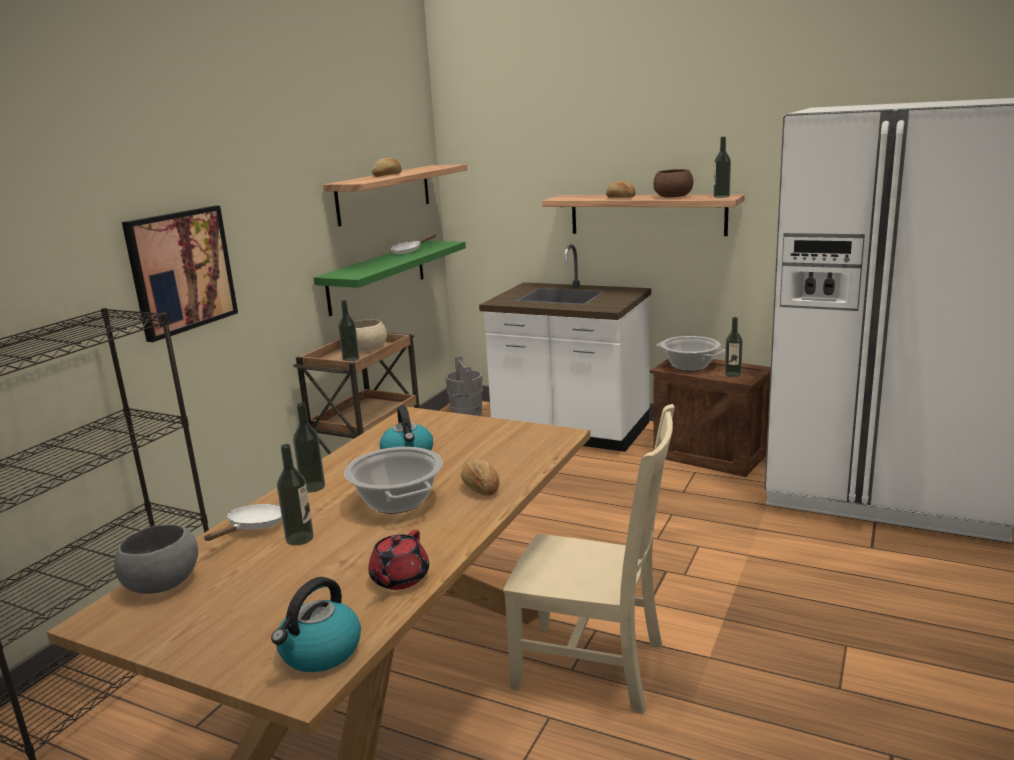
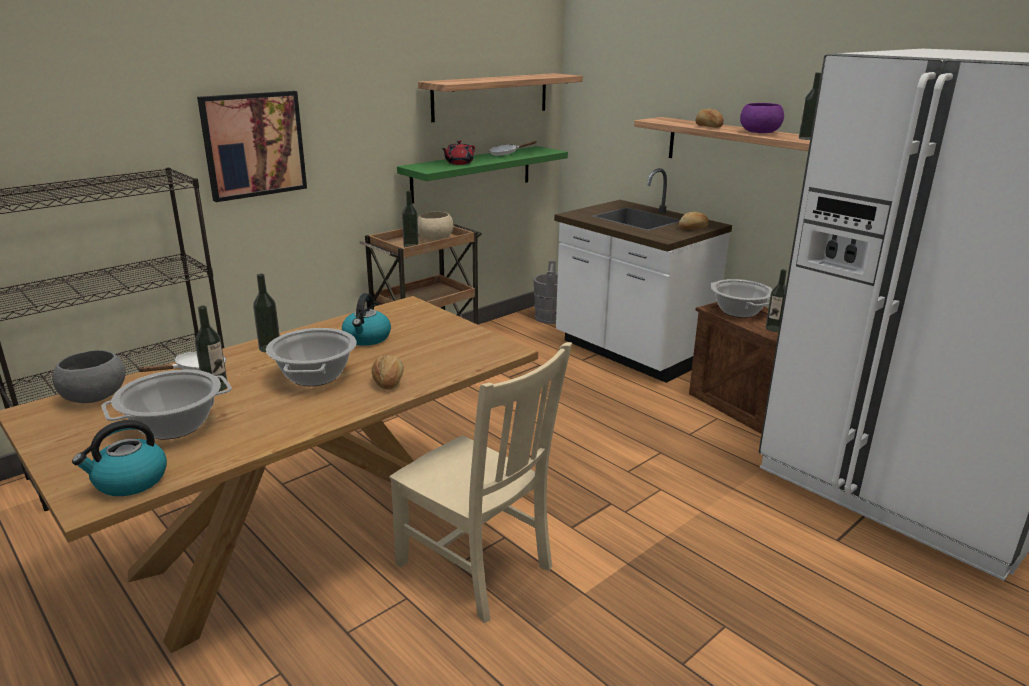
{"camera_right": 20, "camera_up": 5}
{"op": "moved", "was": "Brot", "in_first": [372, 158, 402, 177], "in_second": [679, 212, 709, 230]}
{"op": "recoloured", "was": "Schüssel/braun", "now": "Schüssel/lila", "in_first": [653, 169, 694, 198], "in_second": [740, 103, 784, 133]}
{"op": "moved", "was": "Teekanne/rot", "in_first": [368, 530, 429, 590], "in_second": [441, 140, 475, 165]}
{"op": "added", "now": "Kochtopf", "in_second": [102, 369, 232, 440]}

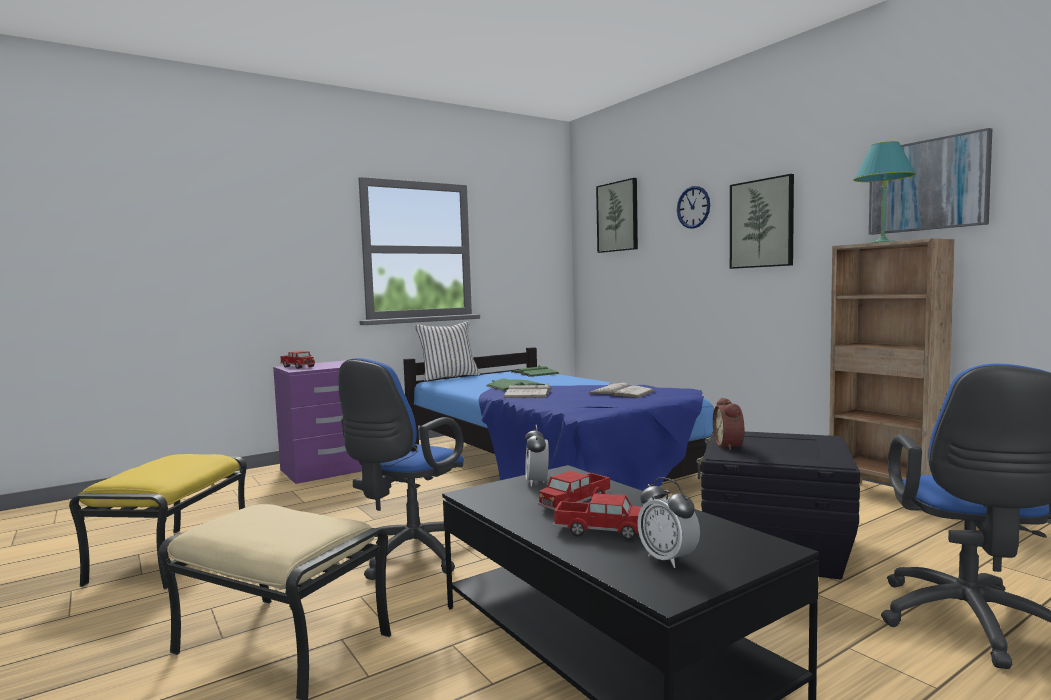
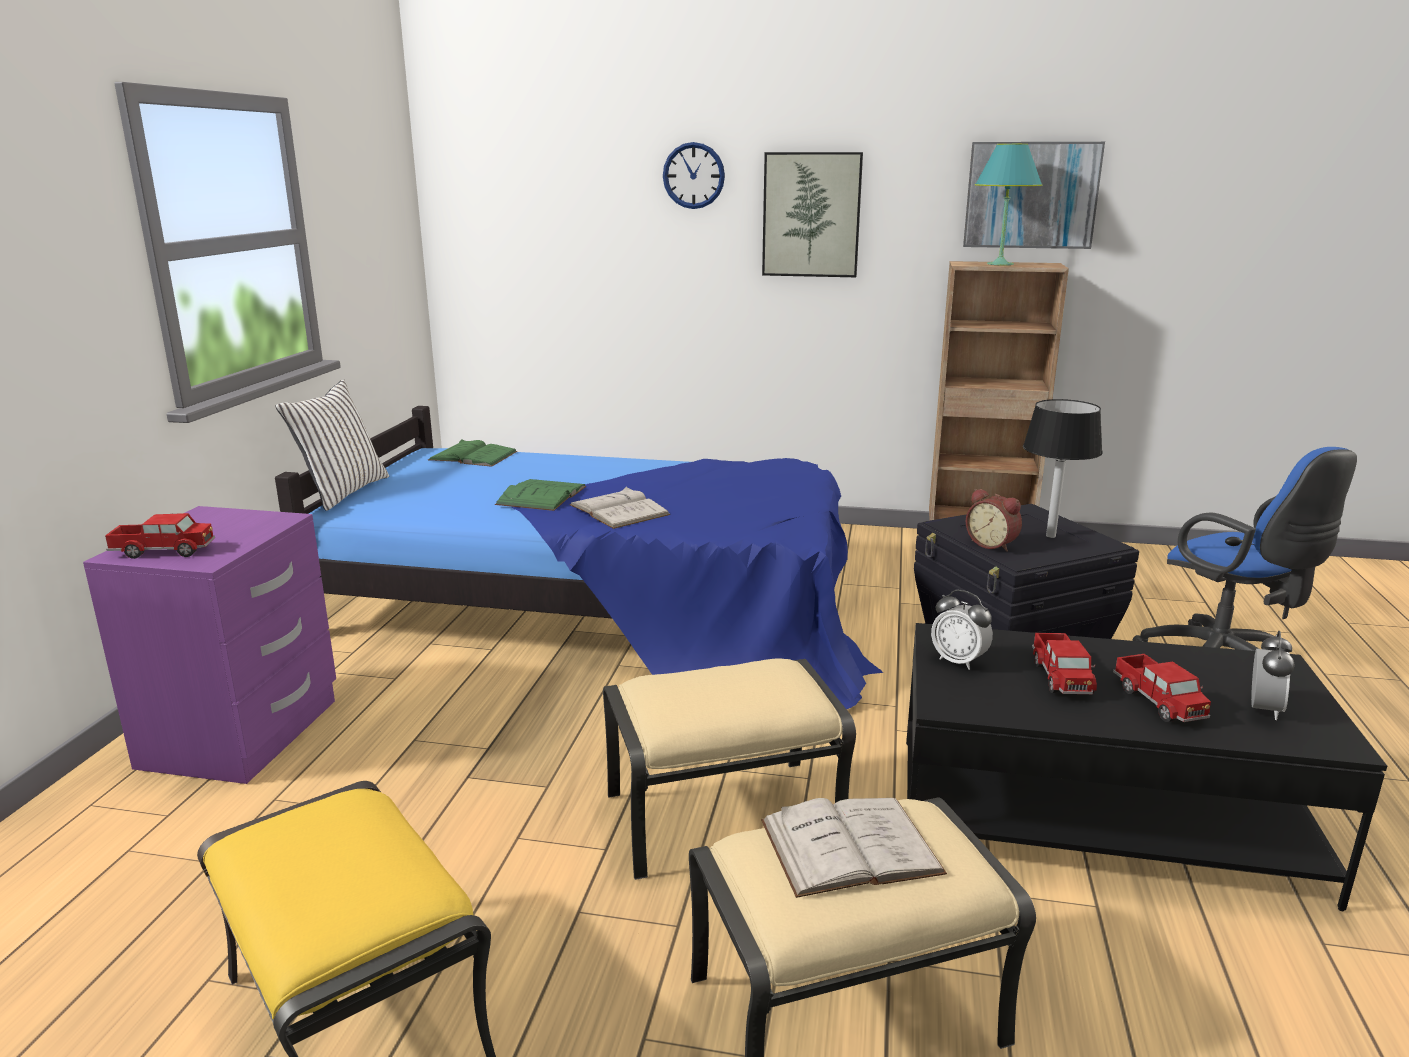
{"camera_right": -45, "camera_up": 15}
{"op": "removed", "was": "Bild", "in_first": [596, 178, 638, 253]}
{"op": "replaced", "was": "Bürostuhl/blau", "now": "Polsterhocker/beige", "in_first": [338, 358, 464, 580], "in_second": [603, 658, 856, 880]}
{"op": "moved", "was": "Buch/weiß", "in_first": [588, 382, 654, 398], "in_second": [761, 798, 947, 898]}
{"op": "turned", "was": "Wecker", "in_first": [637, 477, 700, 568], "in_second": [1251, 631, 1295, 720], "clockwise": -75}
{"op": "turned", "was": "Spielzeuglaster", "in_first": [553, 494, 641, 541], "in_second": [1113, 654, 1211, 722], "clockwise": 105}
{"op": "added", "now": "Tischlampe/schwarz", "in_second": [1023, 399, 1103, 538]}

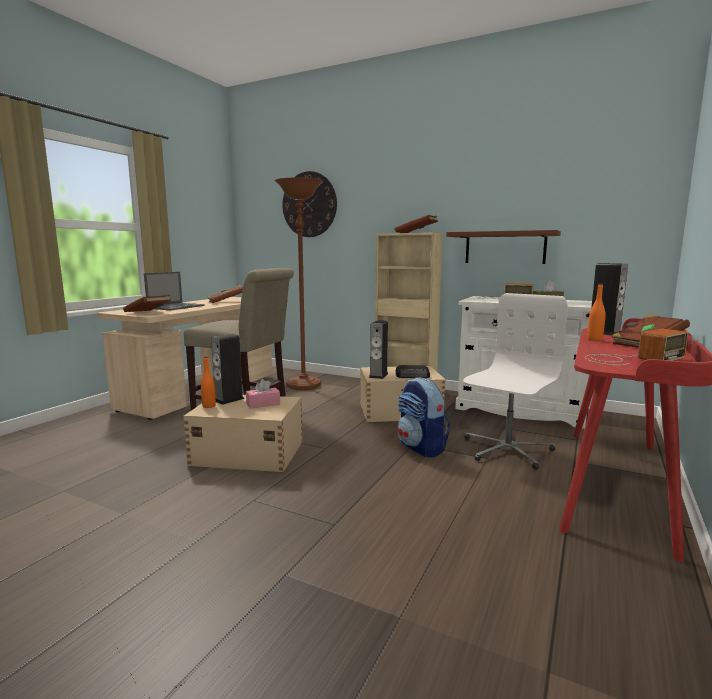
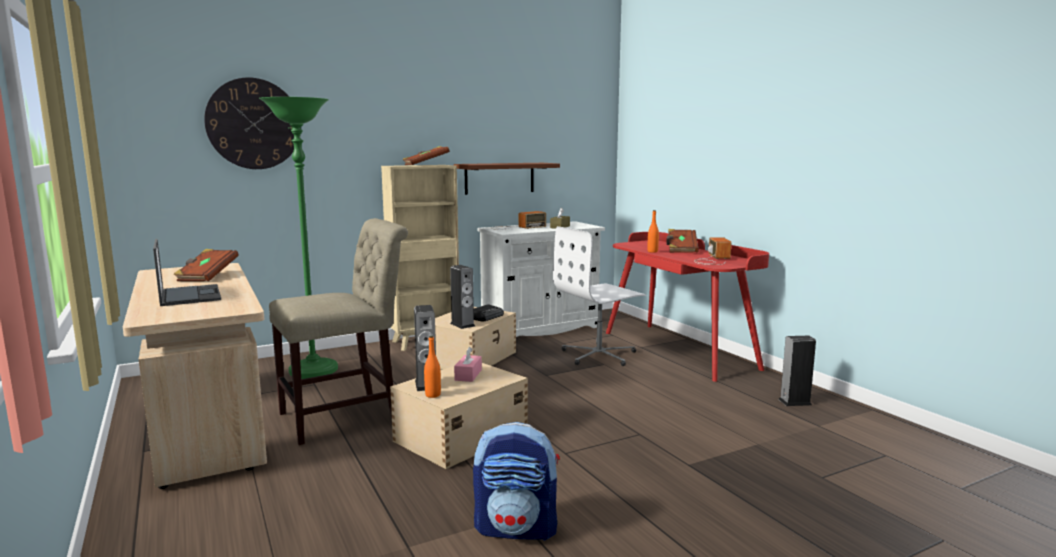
{"camera_right": -55, "camera_up": 0}
{"op": "recoloured", "was": "Stehlampe/braun", "now": "Stehlampe/grün", "in_first": [274, 177, 323, 390], "in_second": [259, 97, 338, 379]}
{"op": "moved", "was": "Lautsprecher", "in_first": [587, 263, 628, 336], "in_second": [778, 336, 816, 406]}
{"op": "turned", "was": "Bürostuhl/weiß", "in_first": [463, 293, 568, 470], "in_second": [553, 226, 646, 366], "clockwise": -105}
{"op": "removed", "was": "Buch/braun", "in_first": [123, 294, 171, 312]}
{"op": "moved", "was": "Rucksack", "in_first": [397, 377, 450, 458], "in_second": [473, 422, 560, 541]}

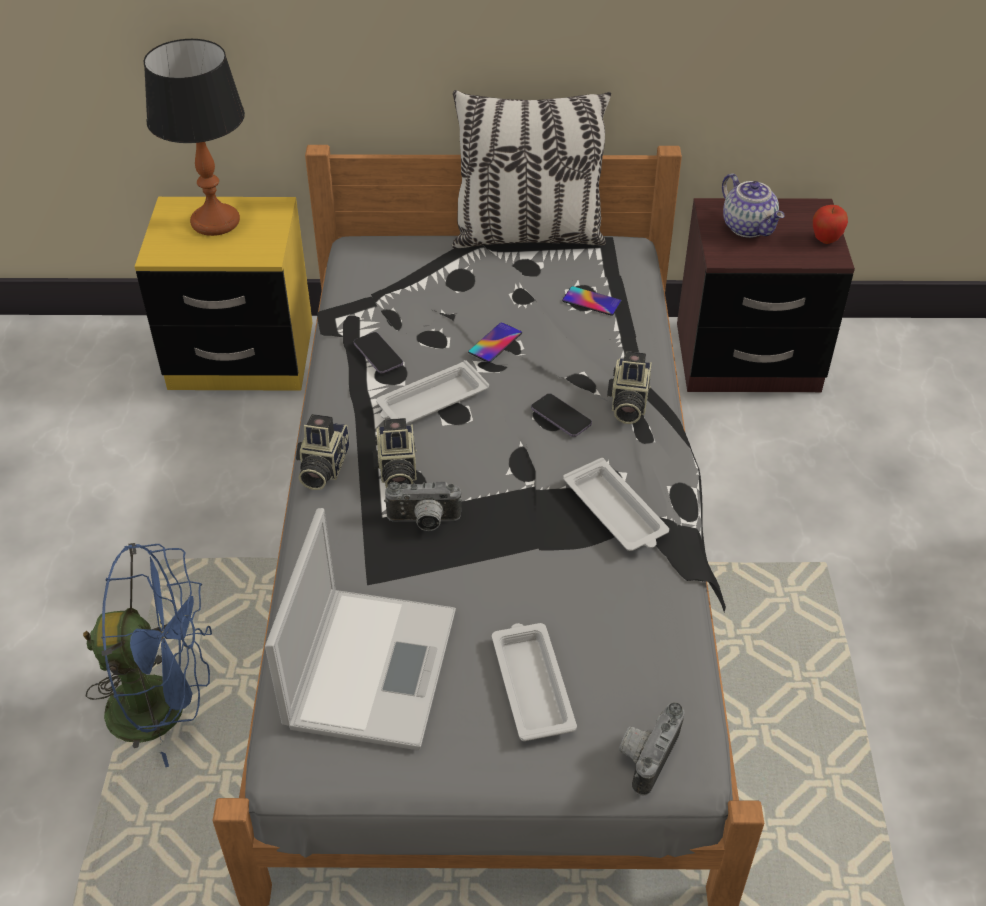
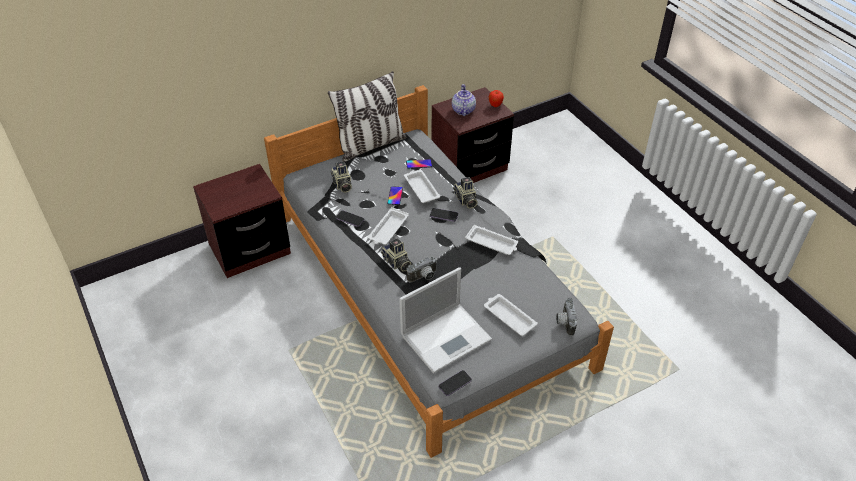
{"camera_right": -30, "camera_up": 0}
{"op": "removed", "was": "Tischlampe", "in_first": [144, 39, 245, 236]}
{"op": "turned", "was": "Teekanne", "in_first": [722, 173, 785, 238], "in_second": [452, 84, 476, 116], "clockwise": -120}
{"op": "recoloured", "was": "Nachttisch/gelb", "now": "Nachttisch/braun", "in_first": [135, 197, 313, 391], "in_second": [193, 164, 291, 278]}
{"op": "moved", "was": "Kamera", "in_first": [296, 414, 349, 490], "in_second": [331, 161, 352, 193]}
{"op": "turned", "was": "Laptop", "in_first": [265, 508, 456, 750], "in_second": [399, 267, 492, 373], "clockwise": 75}
{"op": "removed", "was": "Ventilator/blau", "in_first": [83, 543, 212, 767]}
{"op": "added", "now": "Tablett/weiß", "in_second": [404, 170, 440, 203]}
{"op": "added", "now": "Handy", "in_second": [438, 370, 472, 396]}

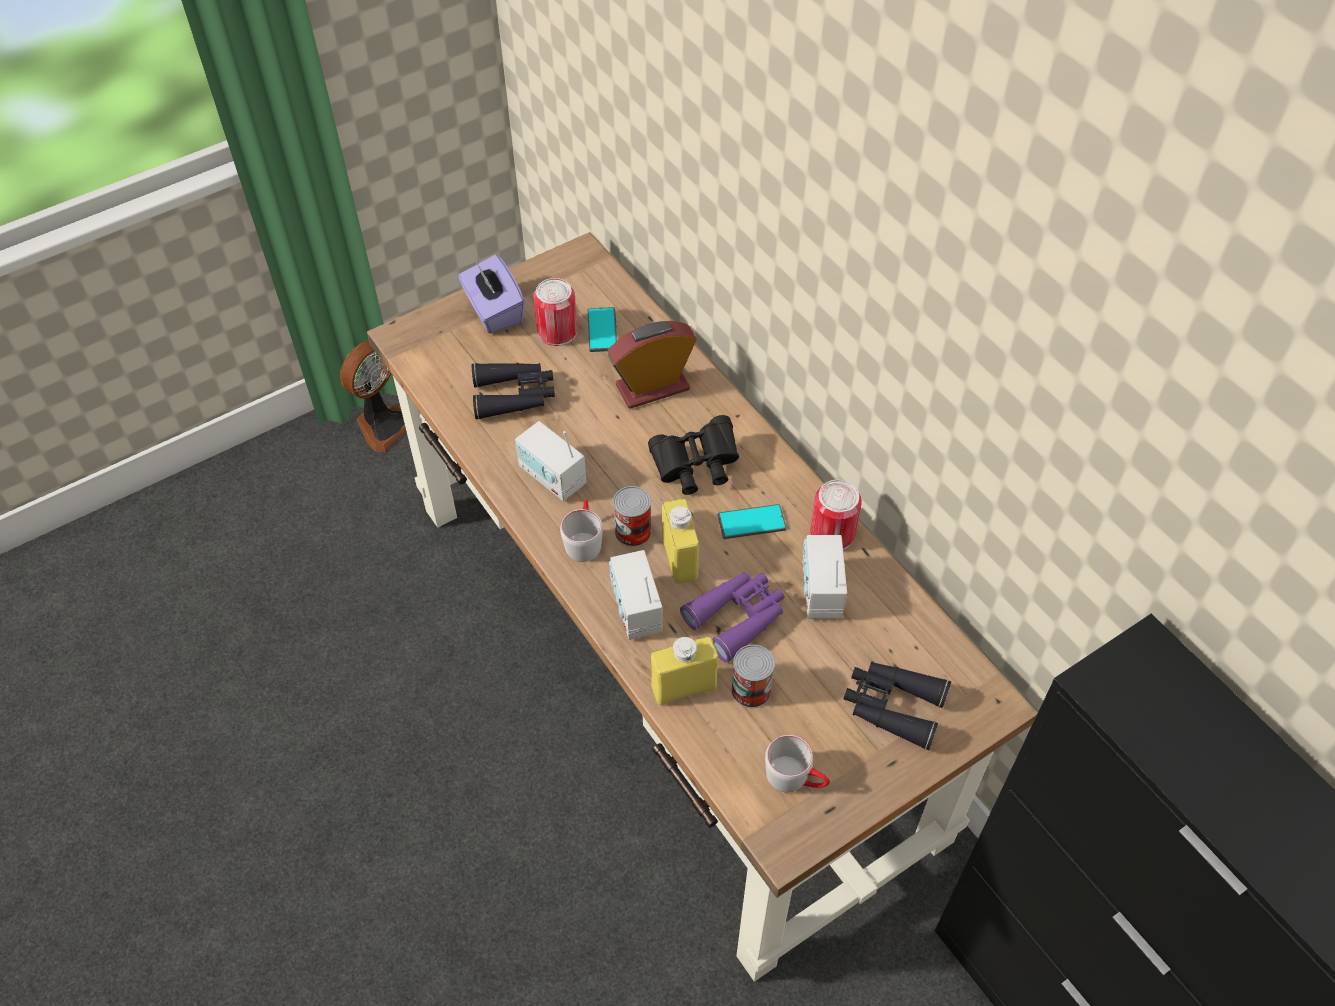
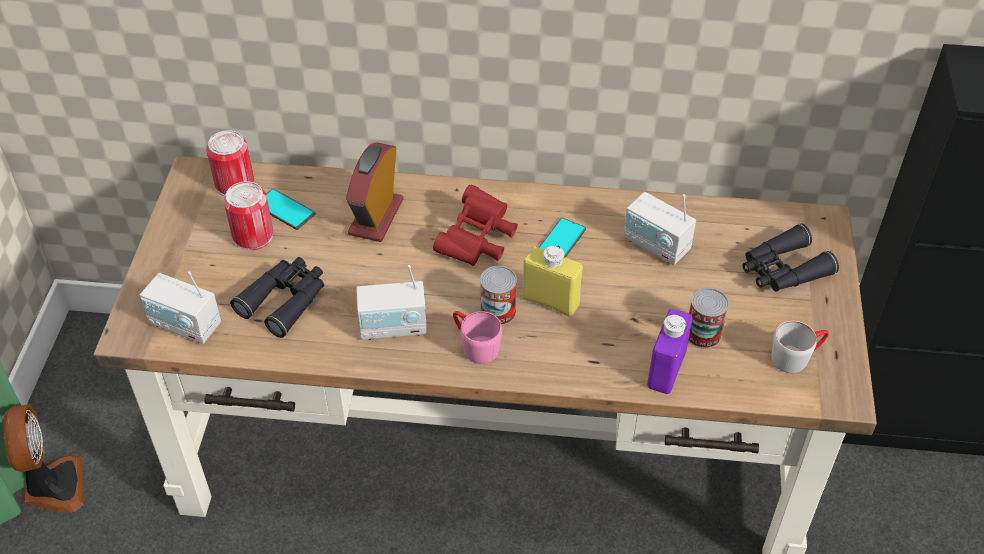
{"camera_right": -50, "camera_up": -5}
{"op": "removed", "was": "Taschentuchbox/lila", "in_first": [458, 255, 525, 334]}
{"op": "recoloured", "was": "Fernglas/schwarz", "now": "Fernglas/rot", "in_first": [648, 415, 739, 495], "in_second": [433, 185, 518, 266]}
{"op": "moved", "was": "Dose", "in_first": [810, 480, 862, 550], "in_second": [206, 130, 254, 196]}
{"op": "recoloured", "was": "Henkelbecher/grau", "now": "Henkelbecher/rosa", "in_first": [560, 500, 603, 562], "in_second": [453, 311, 502, 364]}
{"op": "moved", "was": "Radio", "in_first": [609, 550, 663, 640], "in_second": [140, 272, 221, 344]}
{"op": "removed", "was": "Fernglas/lila", "in_first": [680, 572, 785, 663]}
{"op": "recoloured", "was": "Flasche/gelb", "now": "Flasche/lila", "in_first": [651, 636, 719, 705], "in_second": [647, 309, 693, 394]}

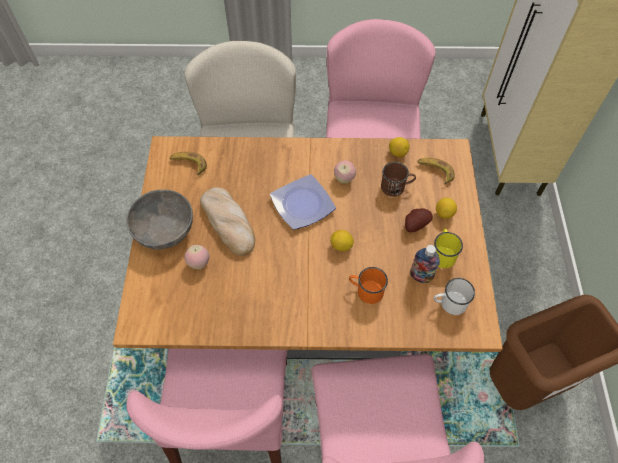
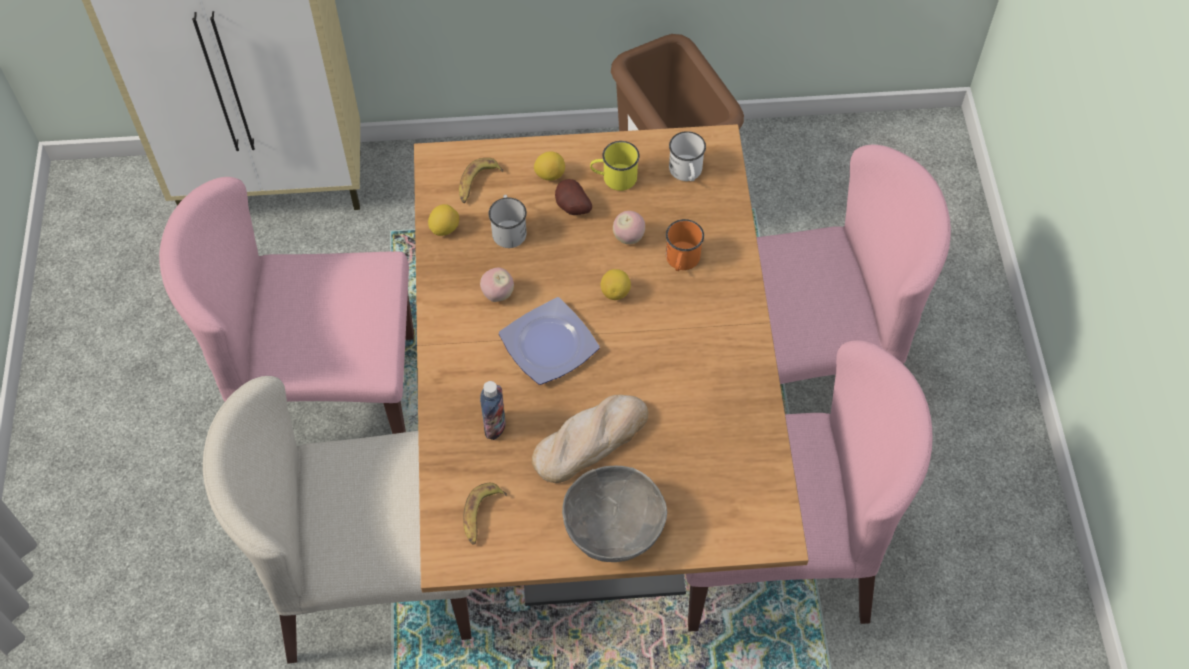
{"camera_right": -95, "camera_up": 0}
{"op": "recoloured", "was": "Henkelbecher/braun", "now": "Henkelbecher/weiß", "in_first": [381, 162, 416, 197], "in_second": [488, 195, 527, 248]}
{"op": "moved", "was": "Apfel", "in_first": [184, 245, 209, 269], "in_second": [613, 211, 645, 244]}
{"op": "moved", "was": "Flasche", "in_first": [410, 245, 440, 283], "in_second": [480, 381, 506, 440]}

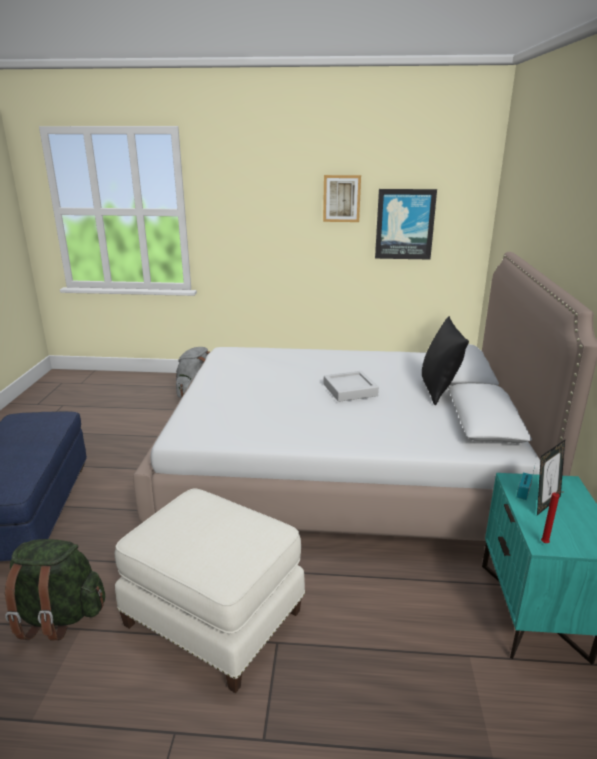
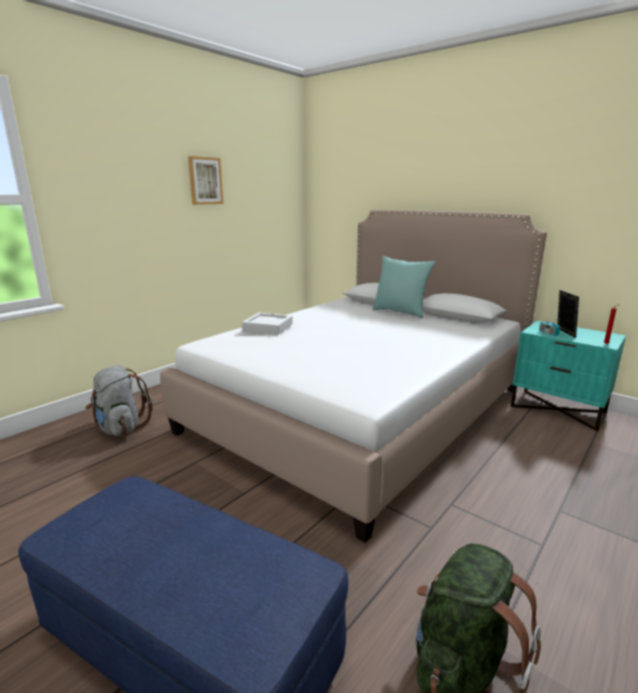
{"camera_right": -55, "camera_up": -5}
{"op": "removed", "was": "Bild", "in_first": [375, 189, 437, 259]}
{"op": "recoloured", "was": "Kissen/schwarz", "now": "Kissen/türkis", "in_first": [422, 316, 469, 405], "in_second": [373, 256, 435, 318]}
{"op": "moved", "was": "Tablett/grau", "in_first": [324, 371, 379, 402], "in_second": [242, 313, 293, 335]}
{"op": "removed", "was": "Polsterhocker/weiß", "in_first": [115, 488, 305, 693]}

